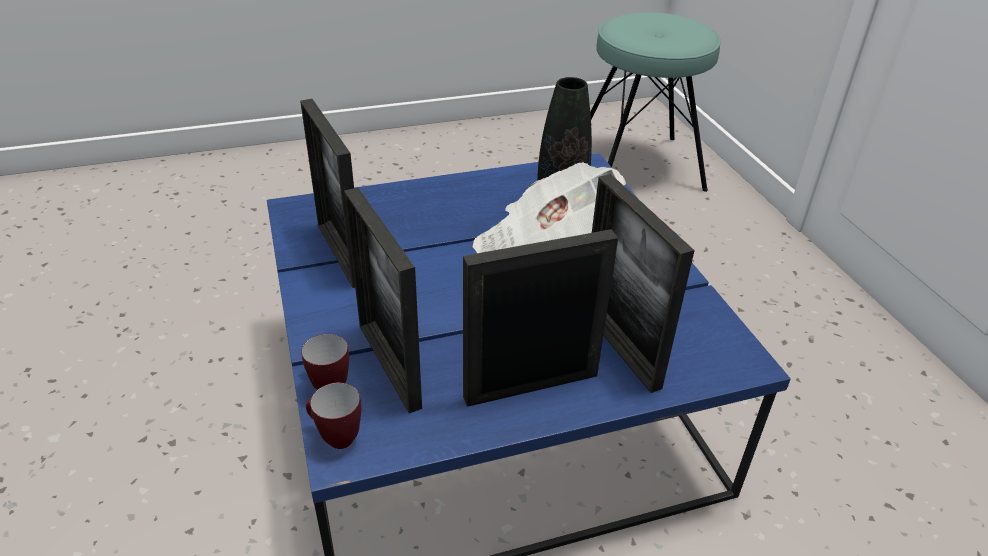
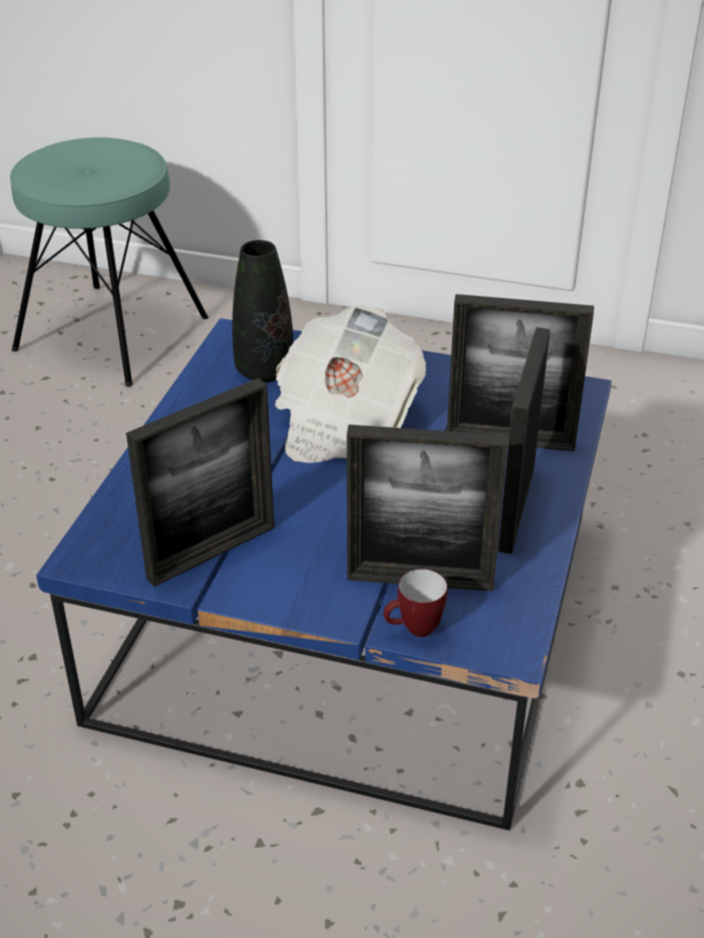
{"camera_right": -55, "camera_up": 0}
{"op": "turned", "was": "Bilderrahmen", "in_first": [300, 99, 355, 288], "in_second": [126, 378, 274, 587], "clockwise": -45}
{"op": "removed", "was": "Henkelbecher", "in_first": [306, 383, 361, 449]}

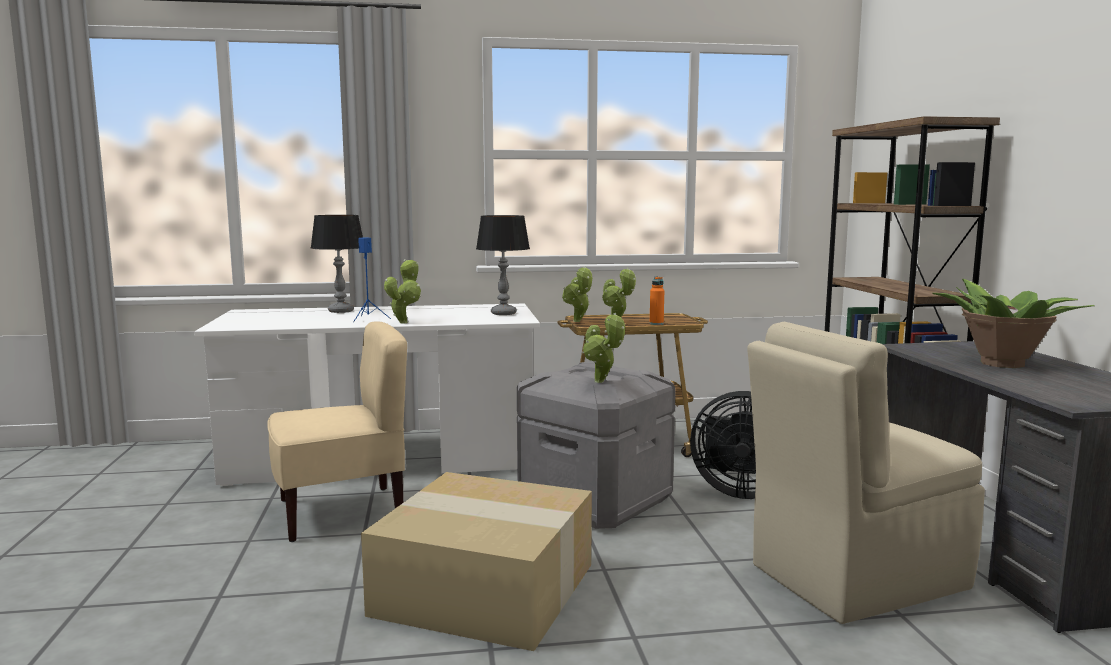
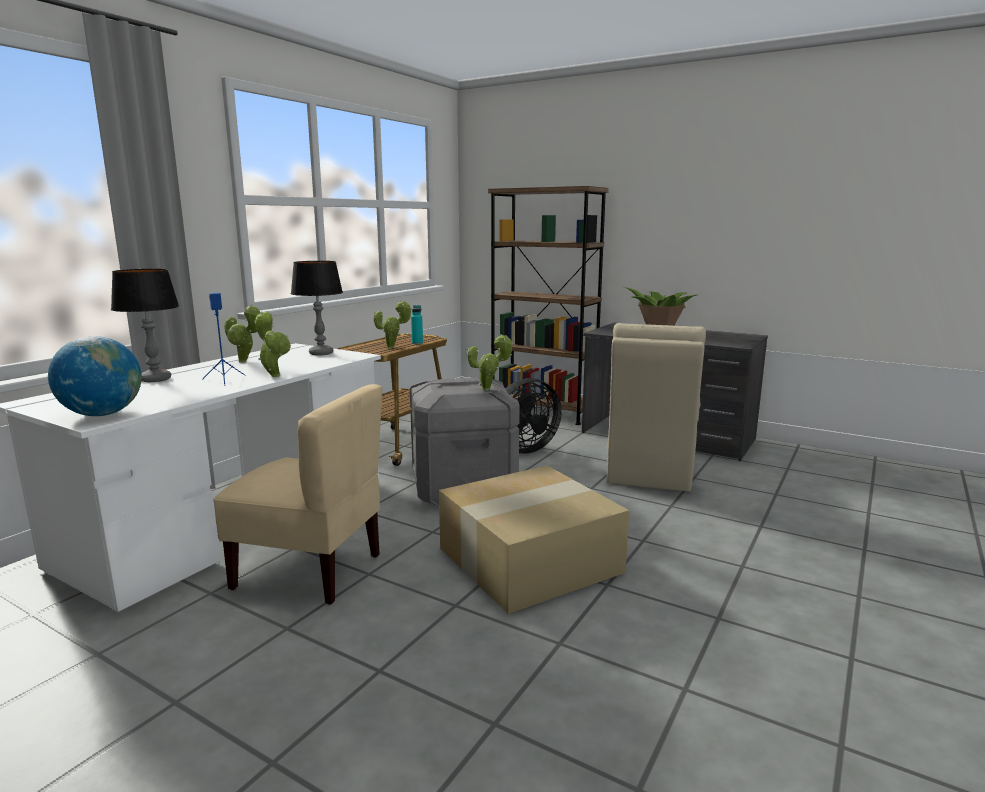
{"camera_right": -50, "camera_up": 5}
{"op": "moved", "was": "Topfpflanze", "in_first": [562, 266, 593, 322], "in_second": [224, 305, 260, 363]}
{"op": "recoloured", "was": "Flasche/orange", "now": "Flasche/türkis", "in_first": [650, 276, 664, 325], "in_second": [411, 305, 423, 344]}
{"op": "turned", "was": "Stuhl/beige", "in_first": [267, 321, 407, 542], "in_second": [213, 384, 382, 605], "clockwise": 90}
{"op": "added", "now": "Globus", "in_second": [48, 336, 142, 416]}

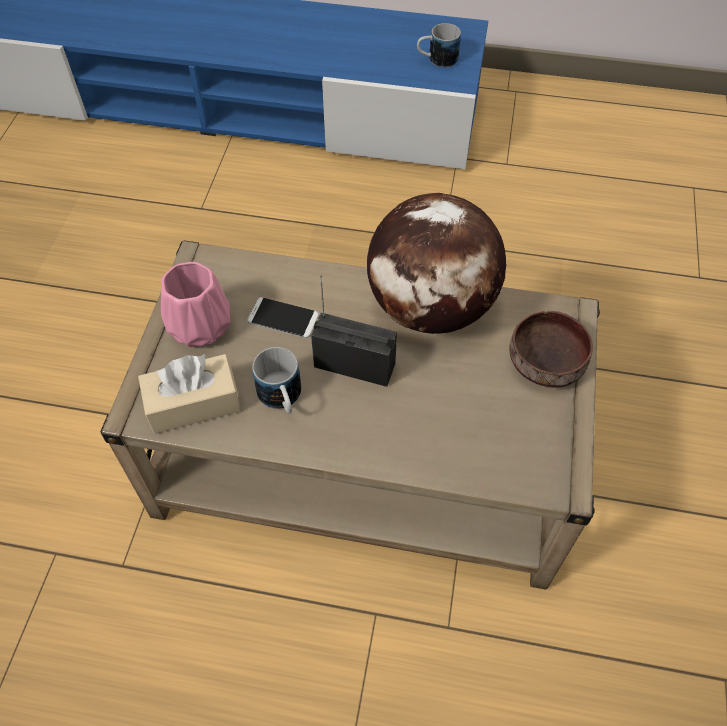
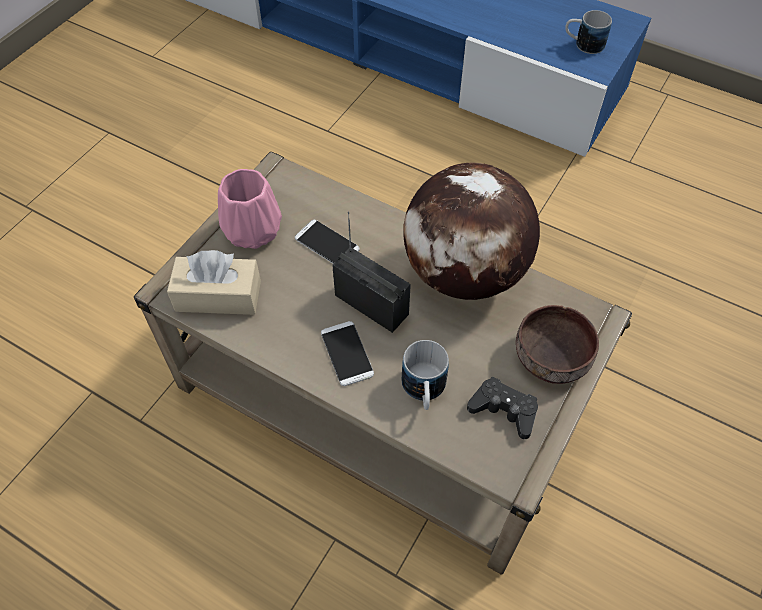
{"camera_right": 20, "camera_up": 0}
{"op": "moved", "was": "Henkelbecher", "in_first": [252, 347, 301, 414], "in_second": [401, 340, 449, 410]}
{"op": "added", "now": "Handy", "in_second": [321, 321, 374, 386]}
{"op": "added", "now": "Gamepad/schwarz", "in_second": [467, 377, 538, 439]}

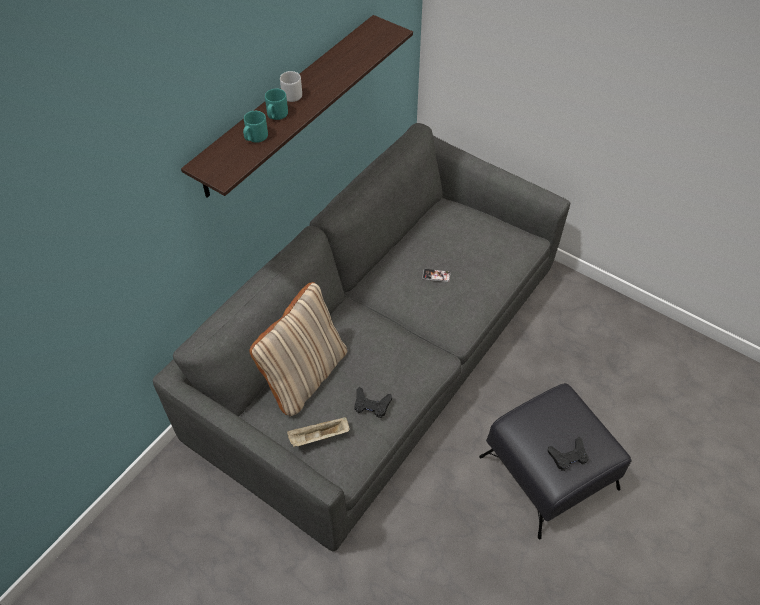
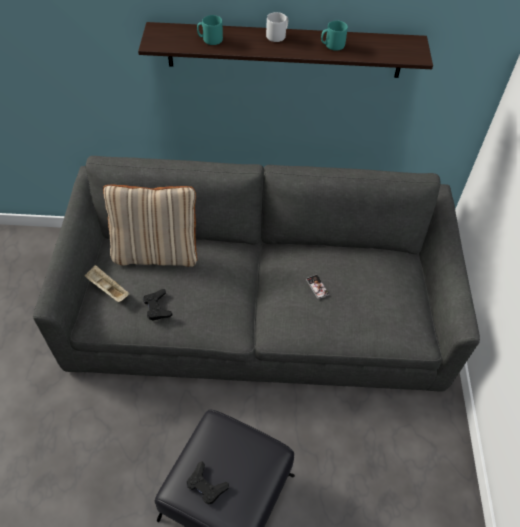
{"camera_right": 55, "camera_up": 0}
{"op": "moved", "was": "Henkelbecher/türkis", "in_first": [265, 89, 288, 120], "in_second": [321, 21, 348, 51]}

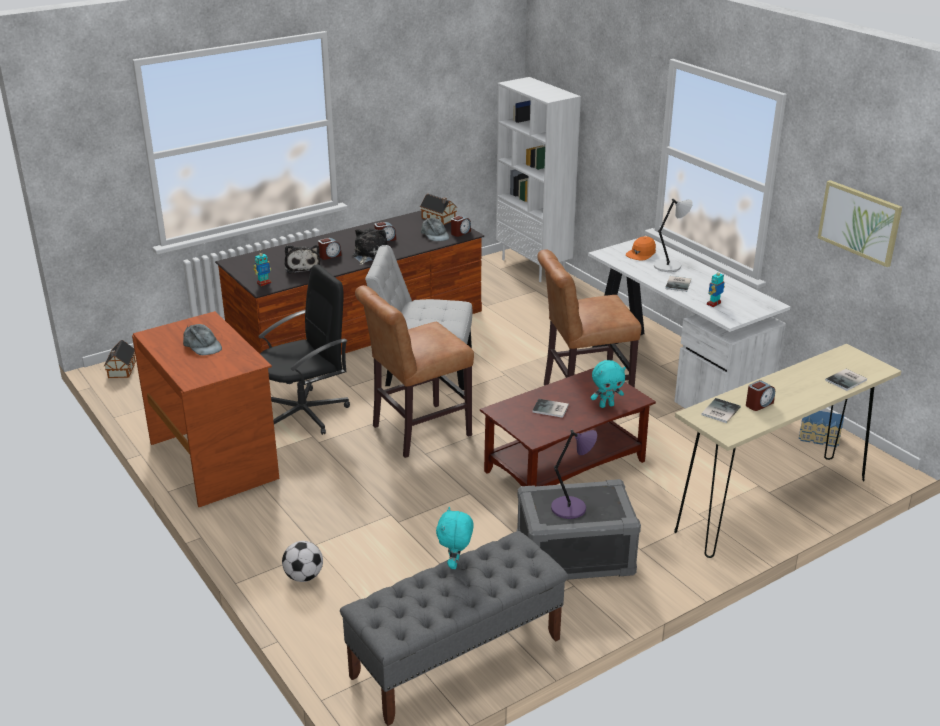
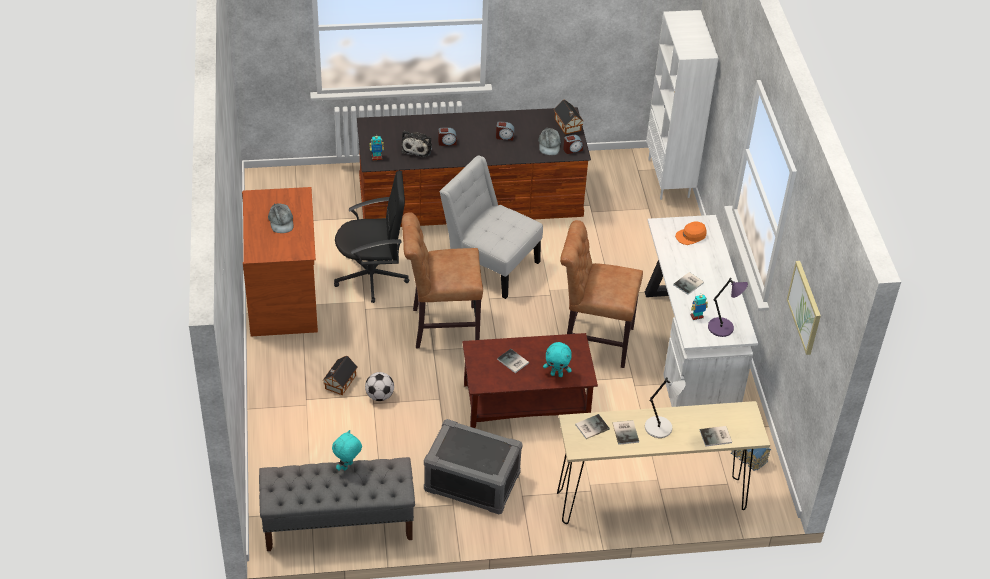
{"camera_right": 25, "camera_up": 15}
{"op": "moved", "was": "Tischlampe/grau", "in_first": [654, 198, 693, 272], "in_second": [645, 377, 686, 438]}
{"op": "removed", "was": "Plüschtier", "in_first": [353, 228, 388, 265]}
{"op": "moved", "was": "Spielzeughaus", "in_first": [104, 340, 136, 378], "in_second": [322, 356, 357, 395]}
{"op": "replaced", "was": "Wecker", "now": "Buch", "in_first": [746, 380, 775, 411], "in_second": [613, 420, 639, 445]}
{"op": "moved", "was": "Tischlampe/lila", "in_first": [551, 430, 597, 519], "in_second": [708, 278, 748, 337]}
{"op": "moved", "was": "Fußball", "in_first": [282, 541, 323, 582], "in_second": [365, 372, 394, 401]}

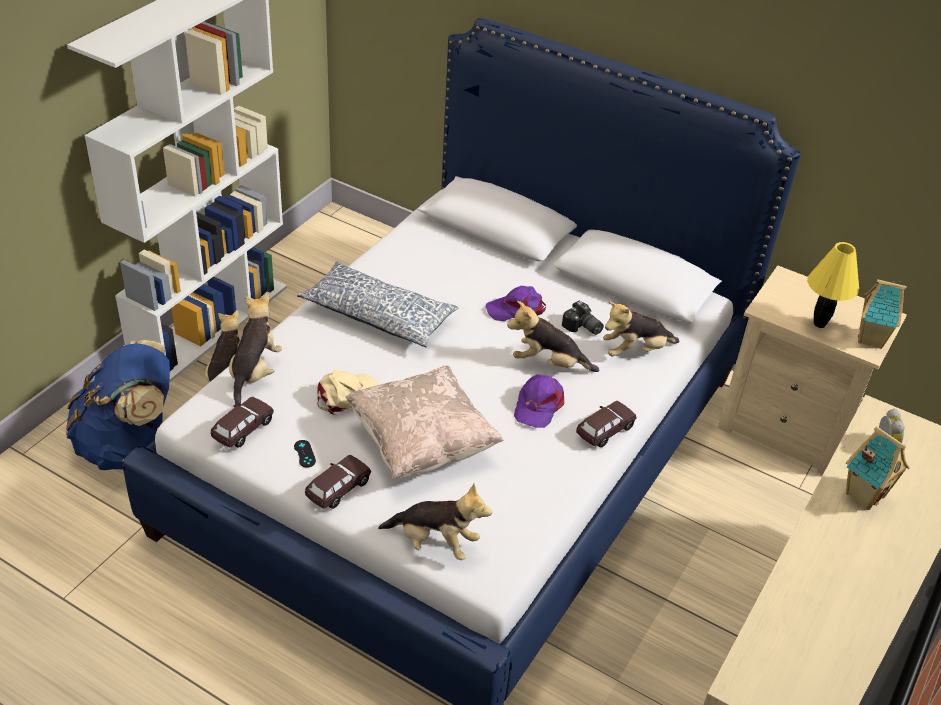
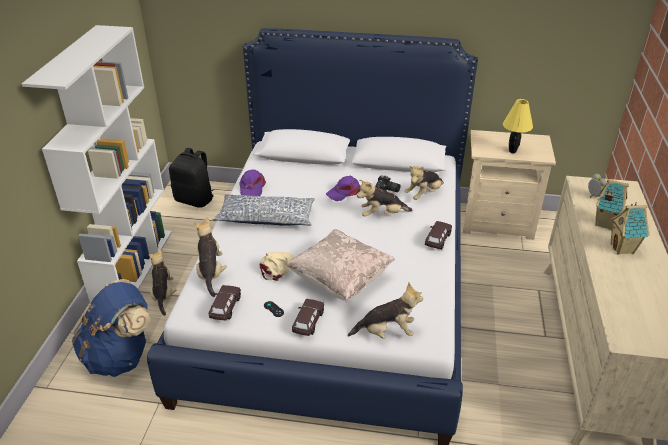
{"camera_right": -20, "camera_up": -5}
{"op": "moved", "was": "Spielzeughaus", "in_first": [858, 279, 907, 349], "in_second": [611, 202, 650, 255]}
{"op": "moved", "was": "Kappe/lila", "in_first": [514, 375, 564, 428], "in_second": [239, 170, 266, 196]}
{"op": "added", "now": "Rucksack/schwarz", "in_second": [169, 148, 214, 208]}

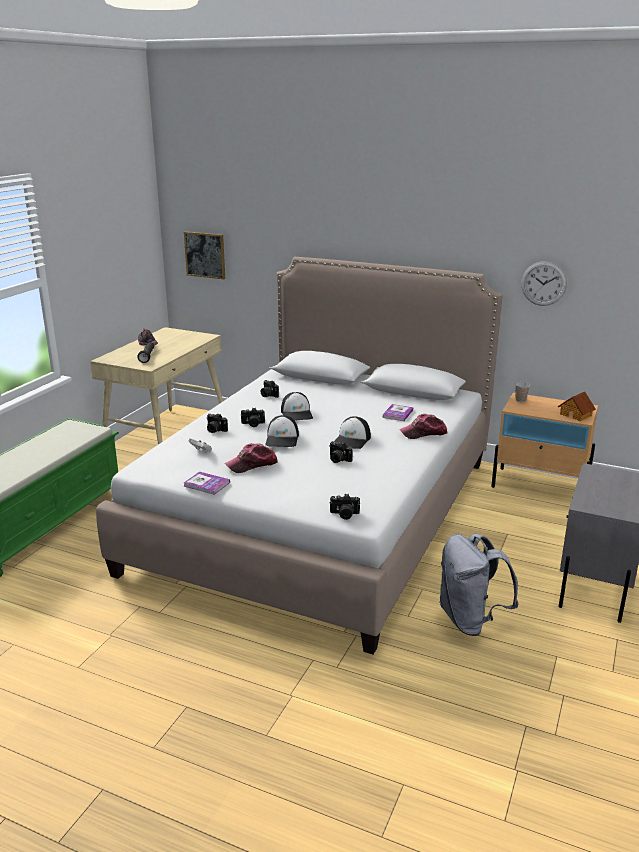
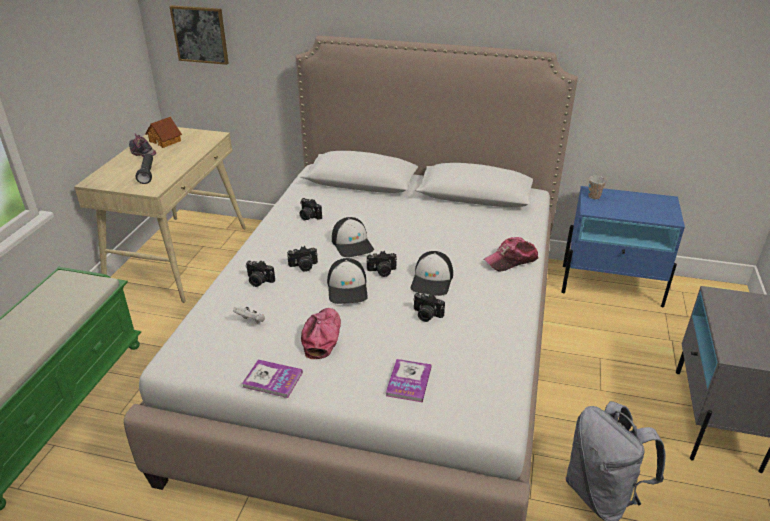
{"camera_right": -10, "camera_up": 10}
{"op": "removed", "was": "Wanduhr", "in_first": [521, 261, 567, 306]}
{"op": "moved", "was": "Spielzeughaus", "in_first": [558, 392, 596, 421], "in_second": [145, 117, 182, 148]}
{"op": "recoloured", "was": "Nachttisch/beige", "now": "Nachttisch/blau", "in_first": [491, 393, 598, 488], "in_second": [561, 186, 685, 307]}
{"op": "moved", "was": "Buch", "in_first": [382, 404, 413, 421], "in_second": [386, 359, 432, 402]}
{"op": "turned", "was": "Kappe", "in_first": [225, 443, 278, 473], "in_second": [301, 308, 341, 359], "clockwise": 135}
{"op": "moved", "was": "Kamera", "in_first": [329, 494, 360, 520], "in_second": [367, 251, 397, 277]}

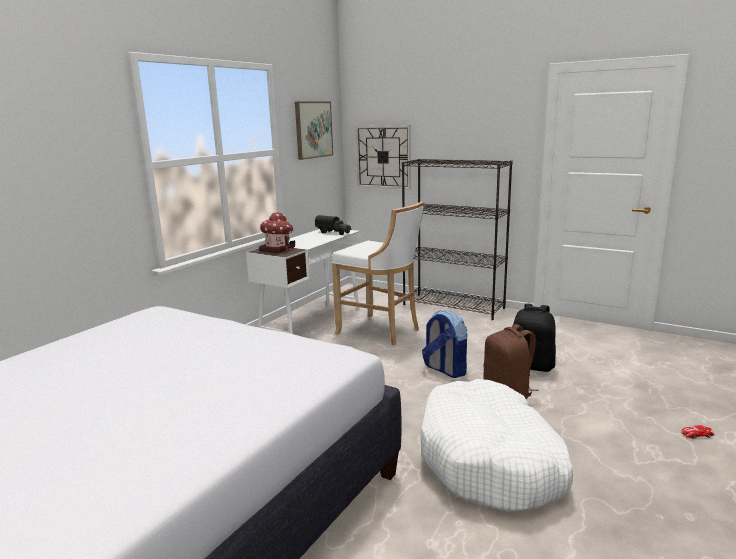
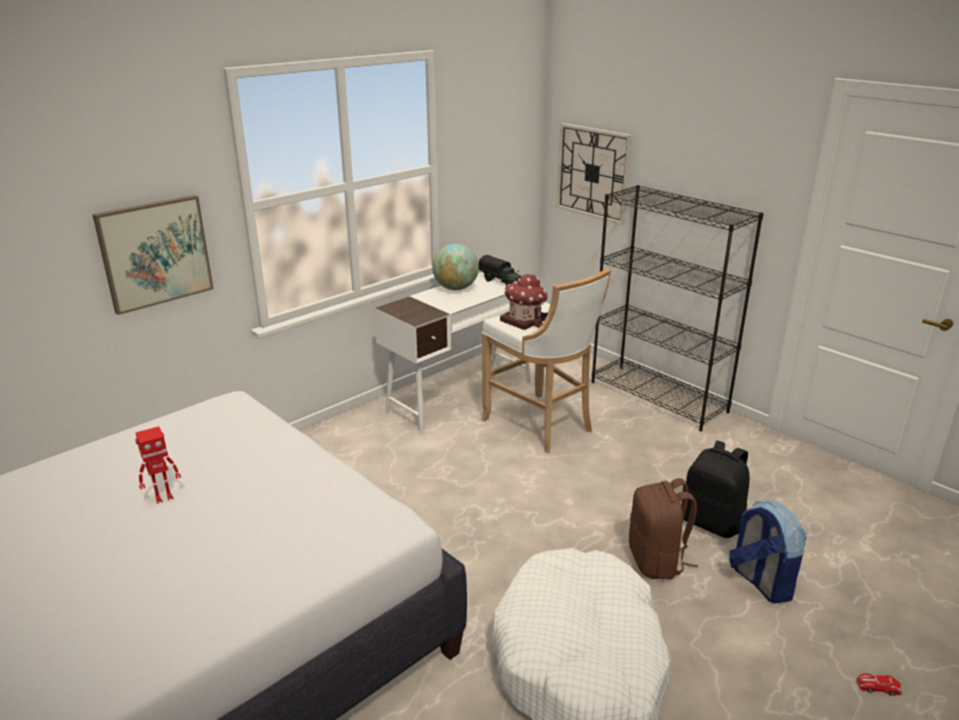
{"camera_right": 15, "camera_up": 10}
{"op": "moved", "was": "Bild", "in_first": [295, 101, 333, 160], "in_second": [92, 195, 214, 315]}
{"op": "moved", "was": "Spielzeughaus", "in_first": [259, 212, 295, 253], "in_second": [500, 274, 548, 330]}
{"op": "moved", "was": "Rucksack", "in_first": [422, 311, 468, 378], "in_second": [729, 499, 806, 603]}
{"op": "added", "now": "Globus", "in_second": [432, 244, 479, 290]}
{"op": "added", "now": "Spielzeugroboter", "in_second": [135, 426, 181, 504]}

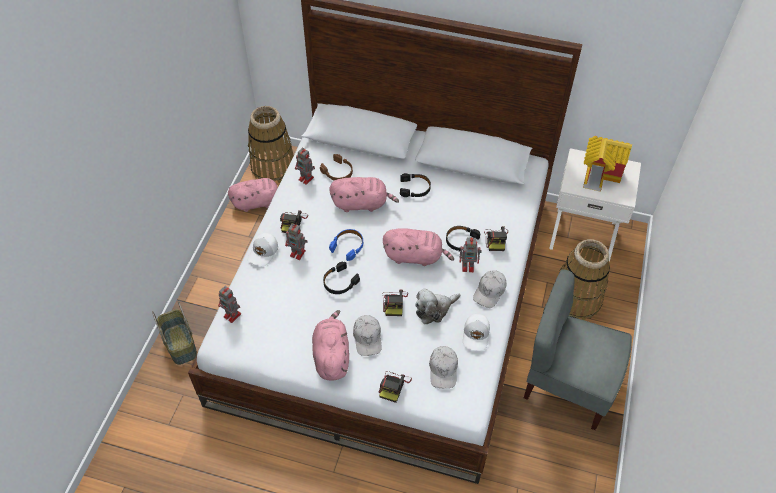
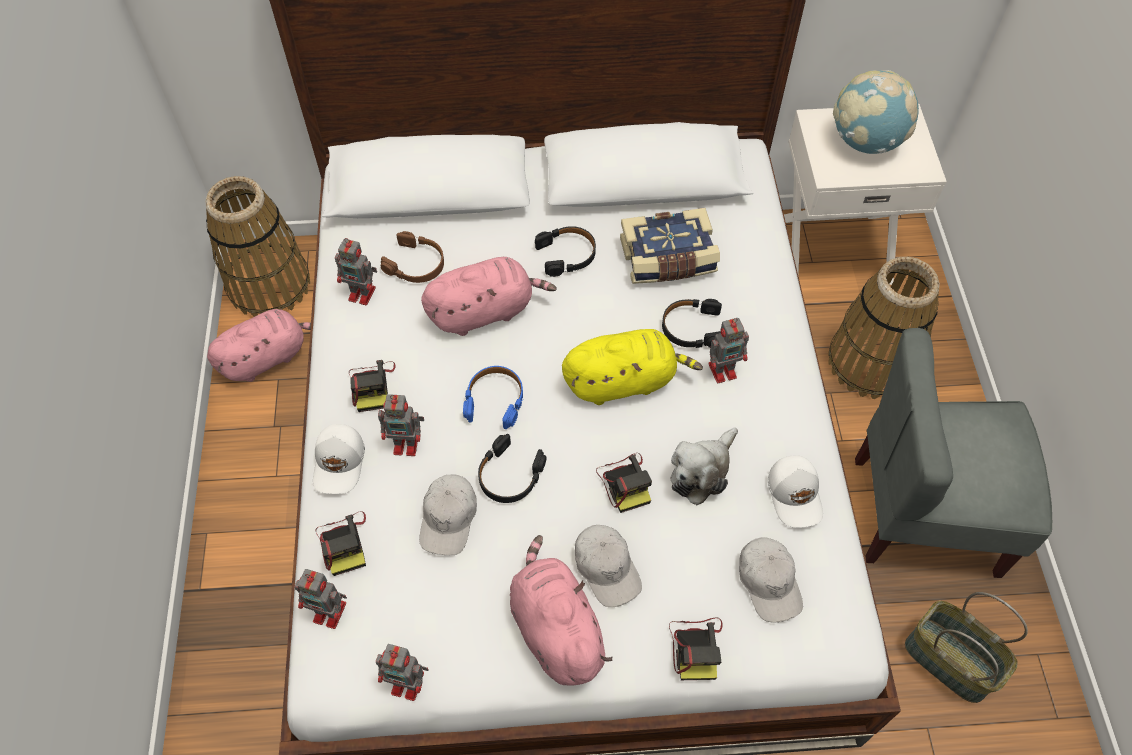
{"camera_right": -20, "camera_up": 5}
{"op": "replaced", "was": "Spielzeughaus", "now": "Globus", "in_first": [583, 136, 632, 192], "in_second": [833, 70, 919, 154]}
{"op": "moved", "was": "Kamera", "in_first": [484, 226, 508, 251], "in_second": [315, 511, 366, 576]}
{"op": "recoloured", "was": "Plüschtier/rosa", "now": "Plüschtier/gelb", "in_first": [383, 228, 454, 266], "in_second": [562, 329, 703, 405]}
{"op": "moved", "was": "Kappe/weiß", "in_first": [473, 270, 506, 308], "in_second": [419, 474, 477, 555]}
{"op": "moved", "was": "Korb", "in_first": [152, 302, 197, 365], "in_second": [905, 592, 1028, 703]}
{"op": "added", "now": "Buch", "in_second": [620, 208, 720, 284]}
{"op": "added", "now": "Spielzeugroboter", "in_second": [376, 644, 428, 701]}

